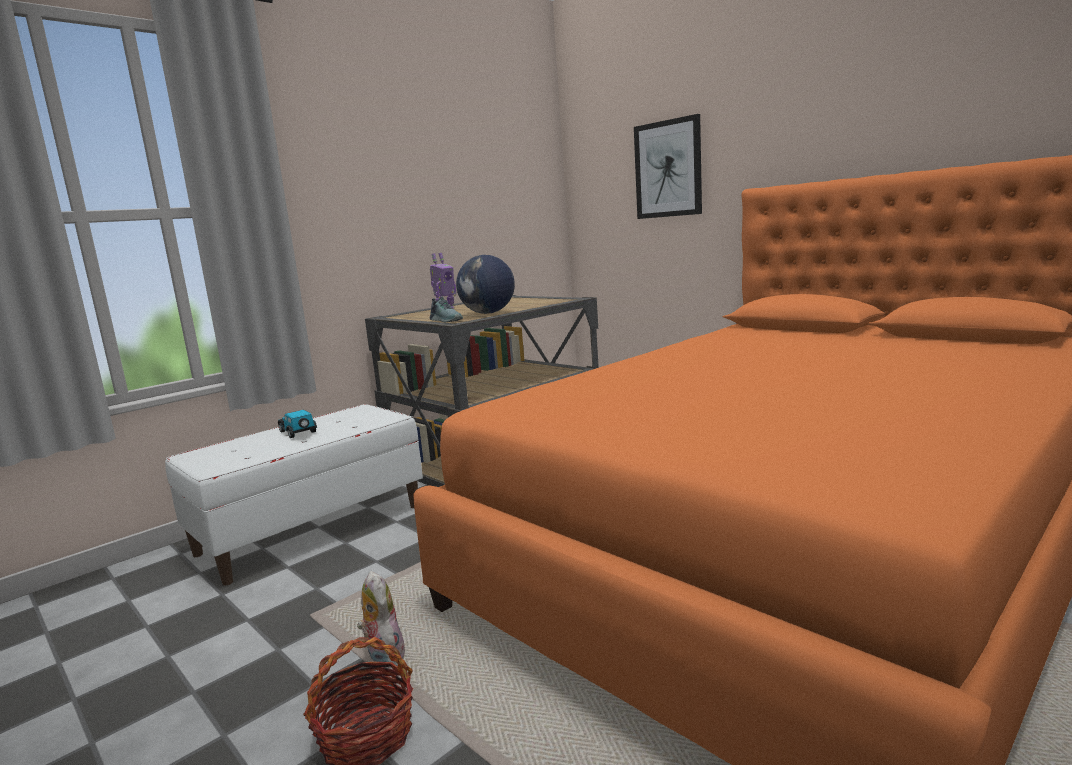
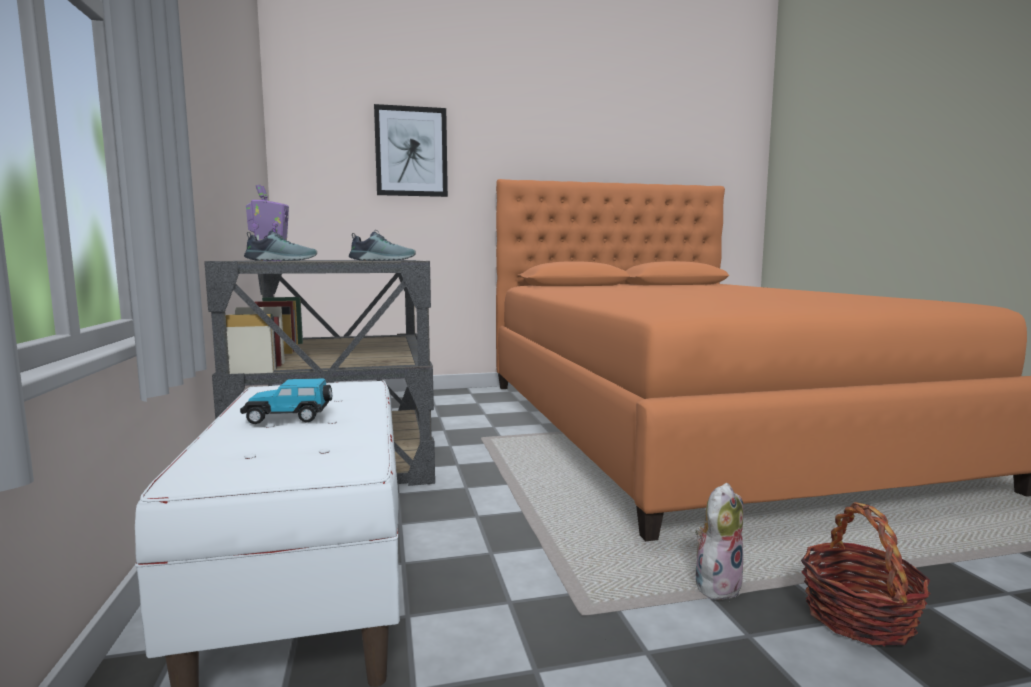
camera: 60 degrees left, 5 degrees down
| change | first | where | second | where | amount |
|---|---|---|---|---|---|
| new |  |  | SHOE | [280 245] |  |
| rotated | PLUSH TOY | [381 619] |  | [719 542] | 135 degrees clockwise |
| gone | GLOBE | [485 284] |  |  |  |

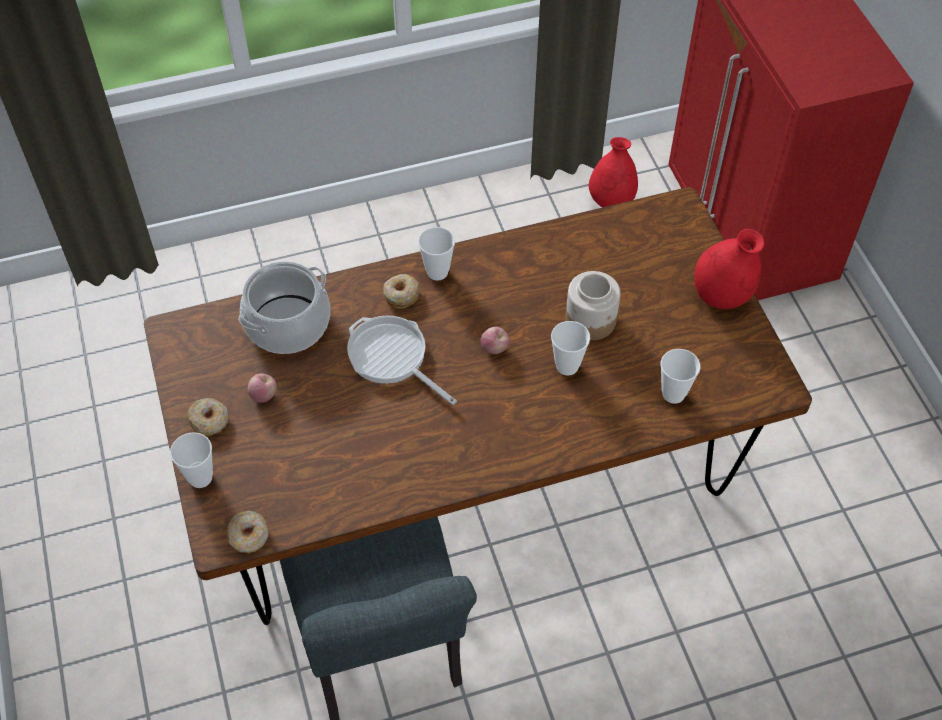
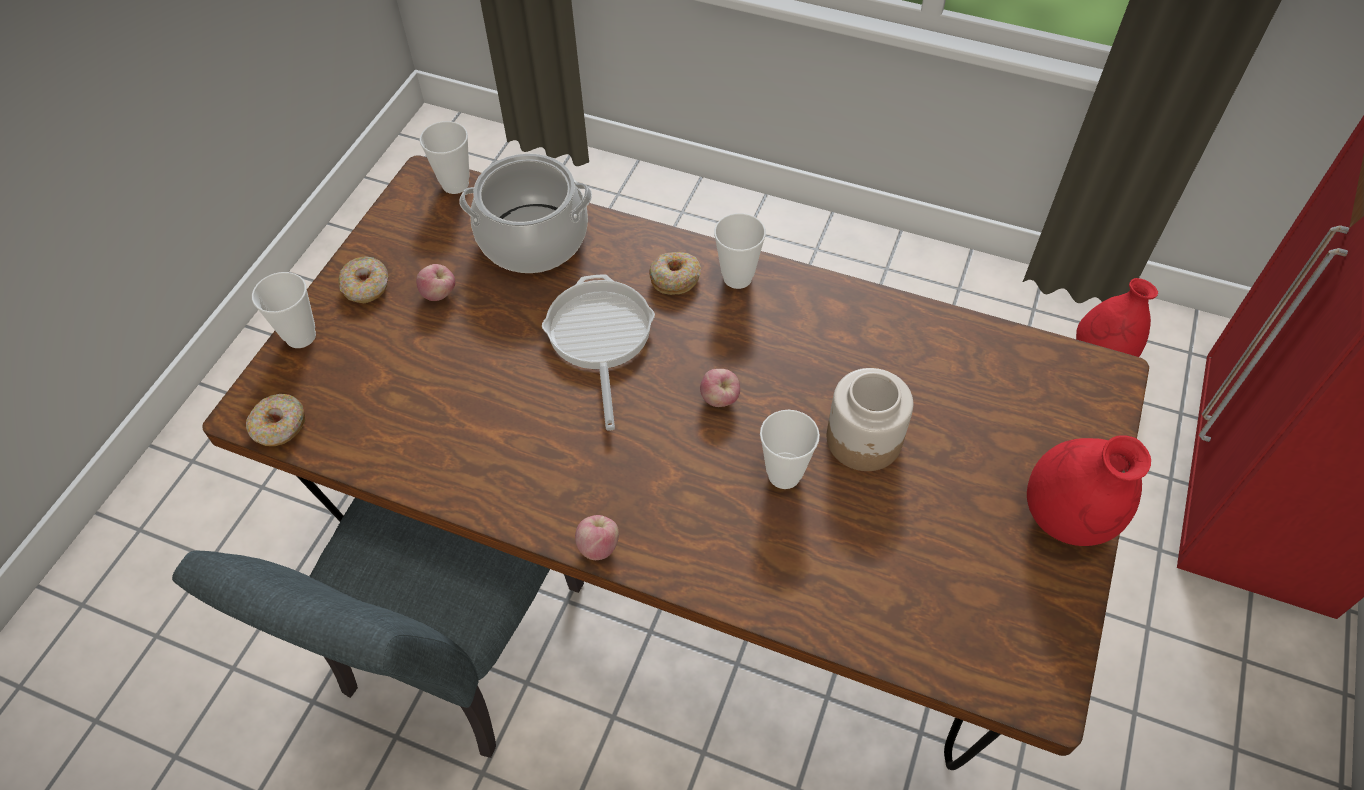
camera: 40 degrees right, 0 degrees up
| change | first | where | second | where | amount |
|---|---|---|---|---|---|
| shifted | CUP | [680 376] |  | [445 157] |  |
| new |  |  | APPLE | [597 537] |  |

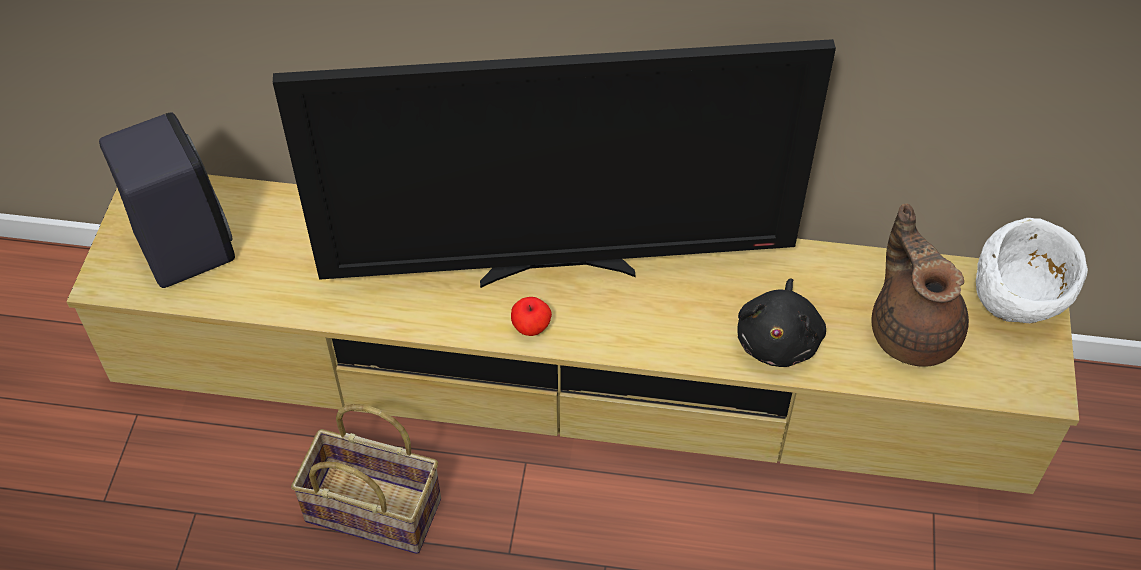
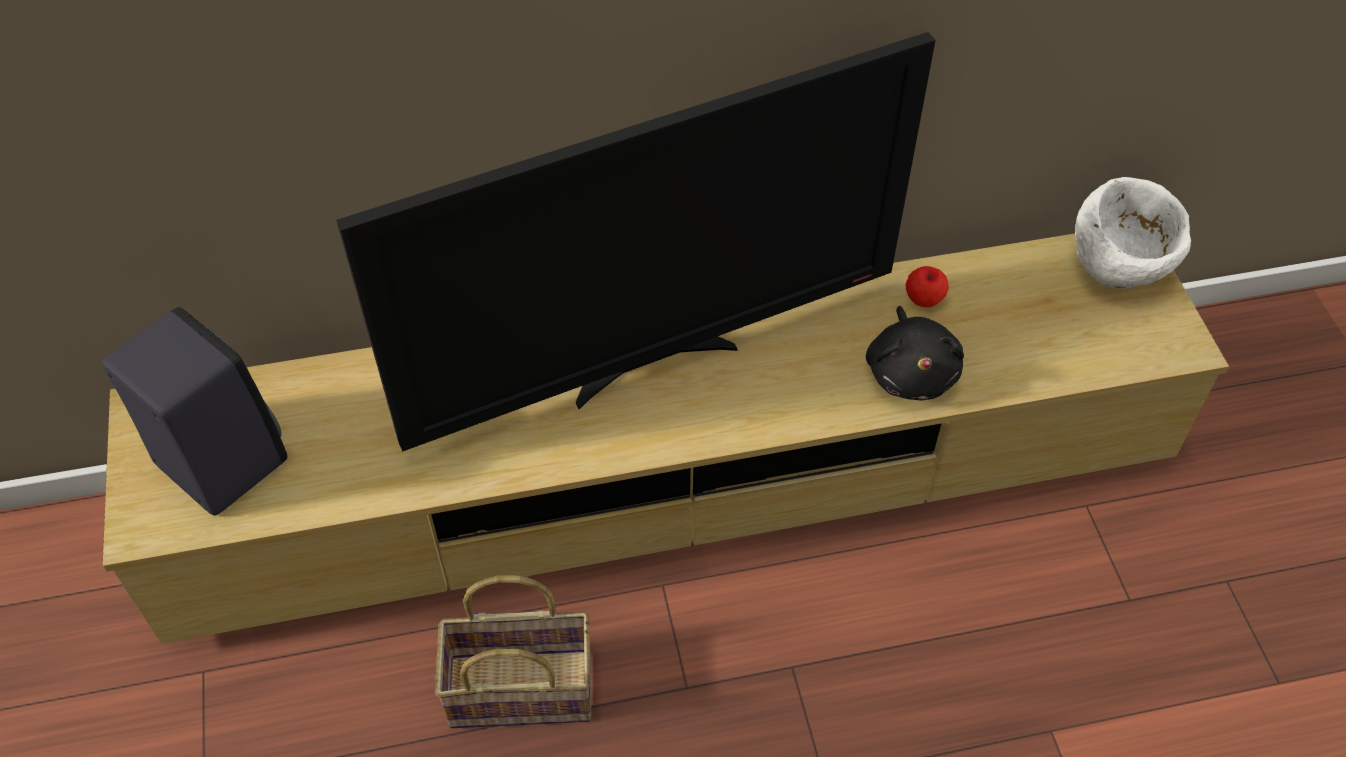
camera: 20 degrees left, 0 degrees up
| change | first | where | second | where | amount |
|---|---|---|---|---|---|
| shifted | APPLE | [531 316] |  | [927 286] |  |
| gone | BROWN TEAPOT | [920 285] |  |  |  |

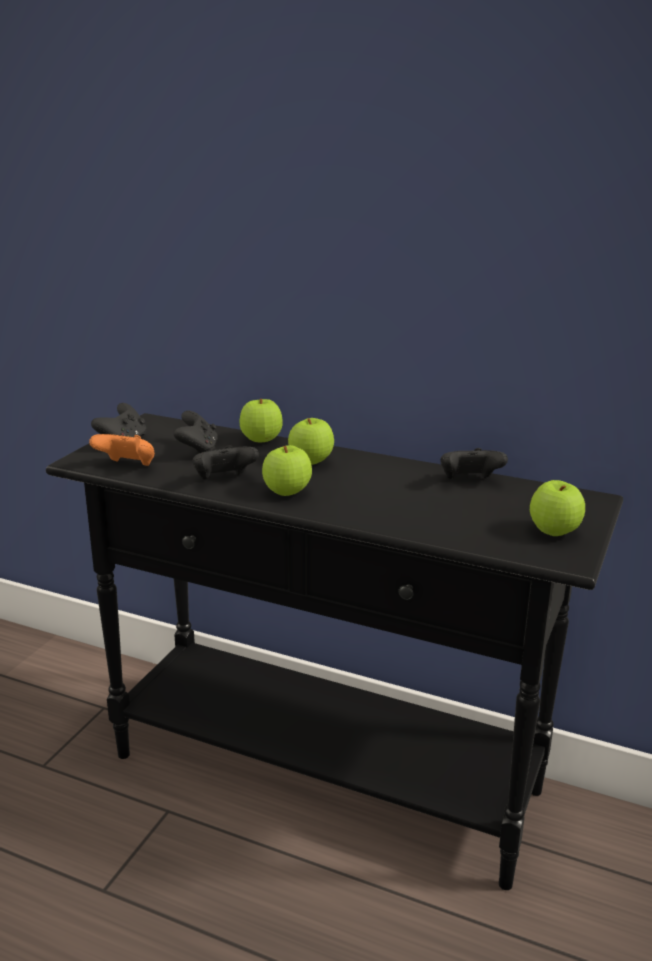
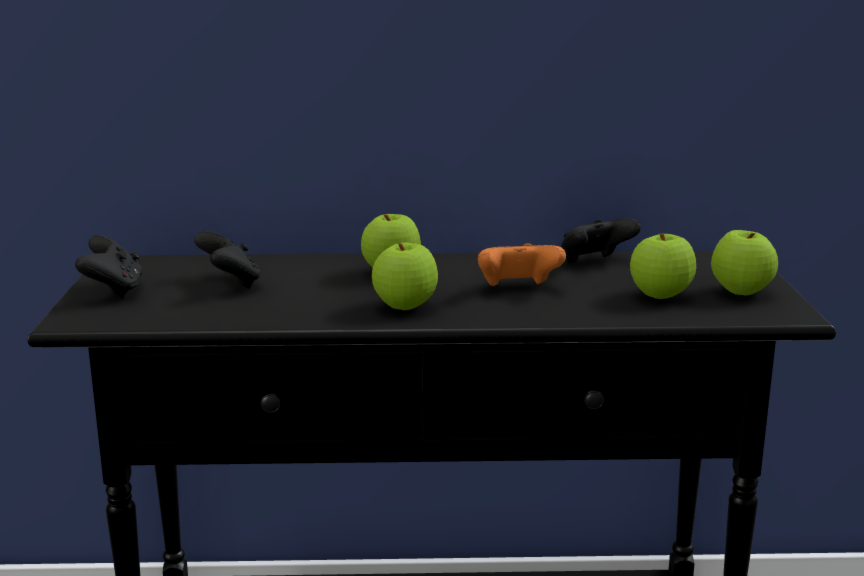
camera: 25 degrees left, 5 degrees down
| change | first | where | second | where | amount |
|---|---|---|---|---|---|
| shifted | ORANGE GAME CONTROLLER | [122 450] |  | [522 264] |  |
| shifted | APPLE | [261 420] |  | [663 266] |  |
| gone | BLACK GAME CONTROLLER | [226 462] |  |  |  |

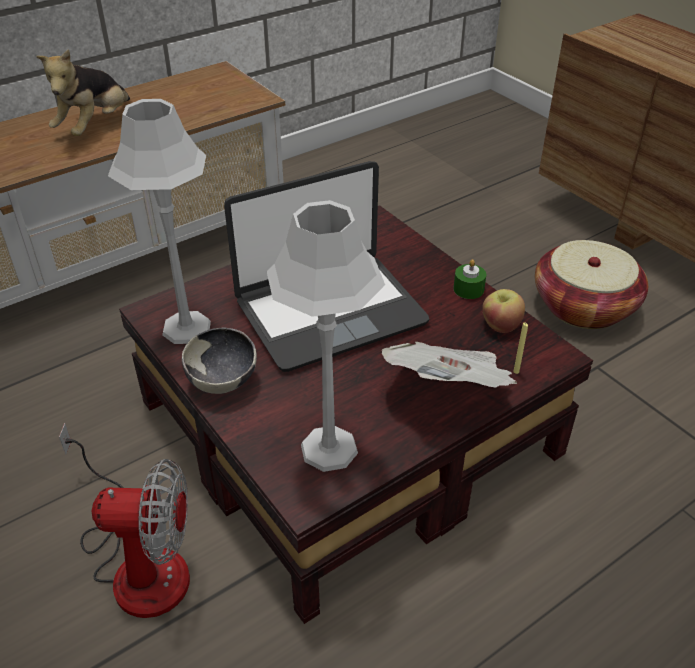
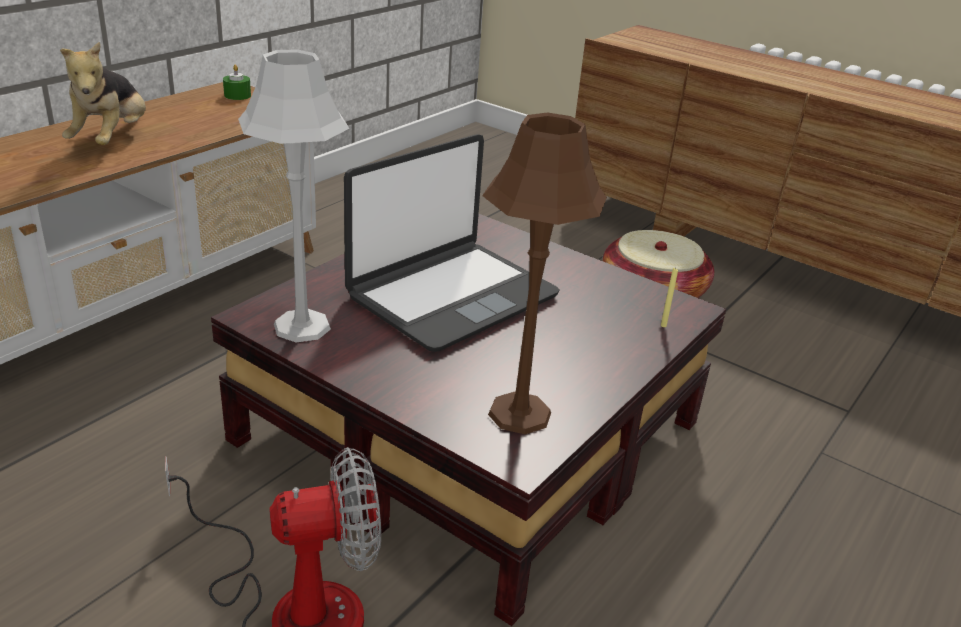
camera: 20 degrees left, 10 degrees down
| change | first | where | second | where | amount |
|---|---|---|---|---|---|
| shifted | GREEN CANDLE | [469 279] |  | [237 82] |  |
| repainted | GREY TABLE LAMP | [325 336] | BROWN TABLE LAMP | [544 273] |  |
| gone | BOWL | [219 360] |  |  |  |
| gone | NEWSPAPER | [449 364] |  |  |  |
| gone | APPLE | [503 311] |  |  |  |

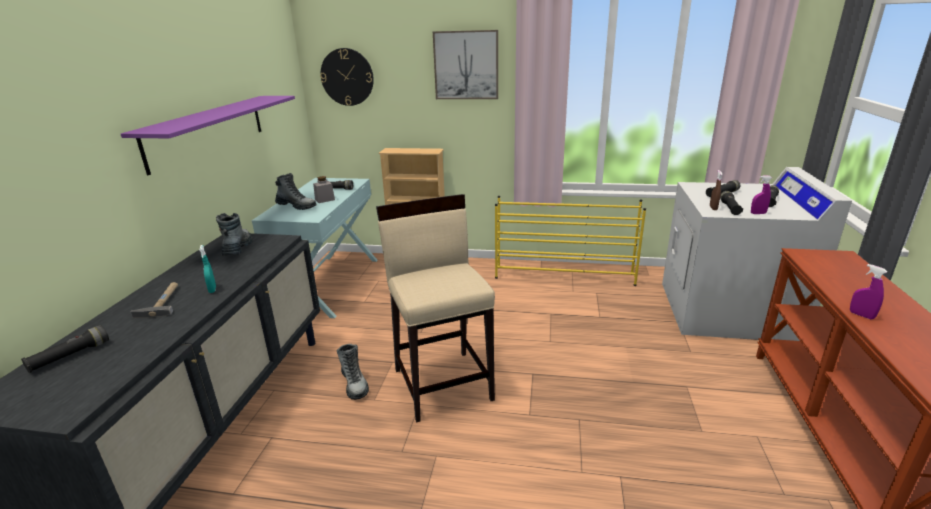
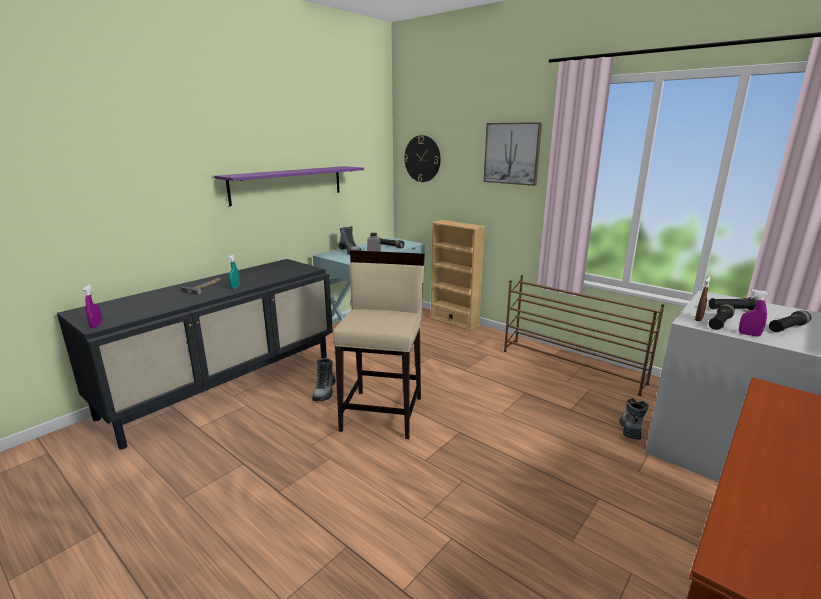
camera: 30 degrees right, 5 degrees down
| change | first | where | second | where | amount |
|---|---|---|---|---|---|
| shifted | PURPLE SPRAY BOTTLE | [868 292] |  | [92 306] |  |
| repainted | YELLOW SHOE RACK | [570 241] | BROWN SHOE RACK | [584 335] |  |
| shifted | BOOT | [234 234] |  | [634 419] |  |
| gone | BLACK FLASHLIGHT | [65 349] |  |  |  |

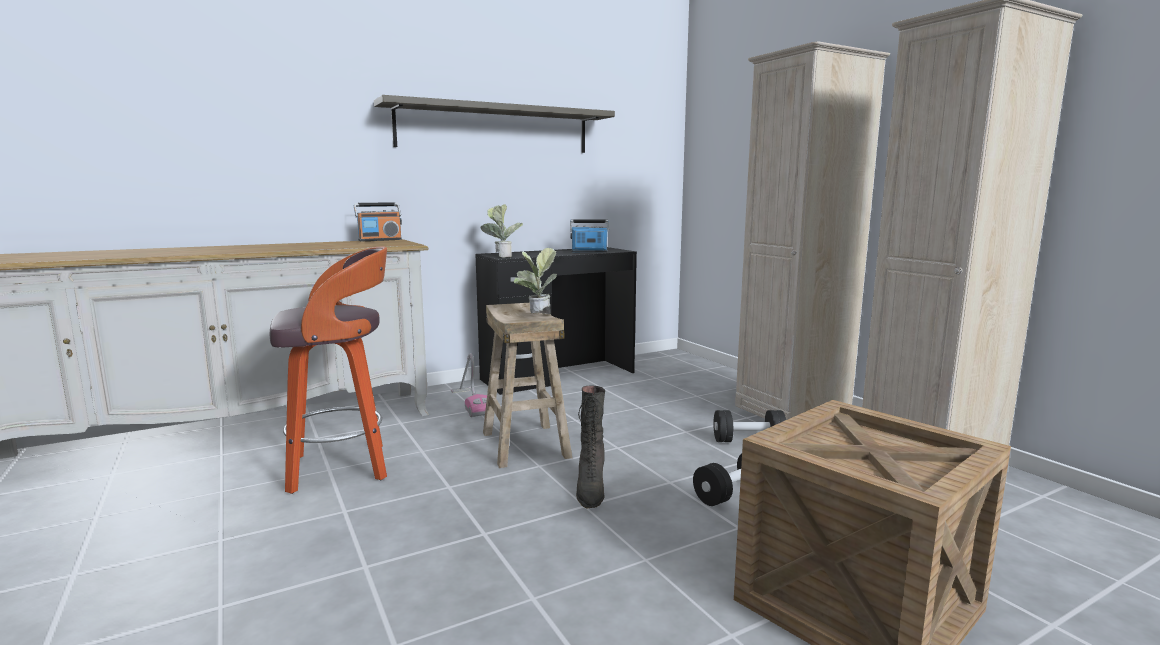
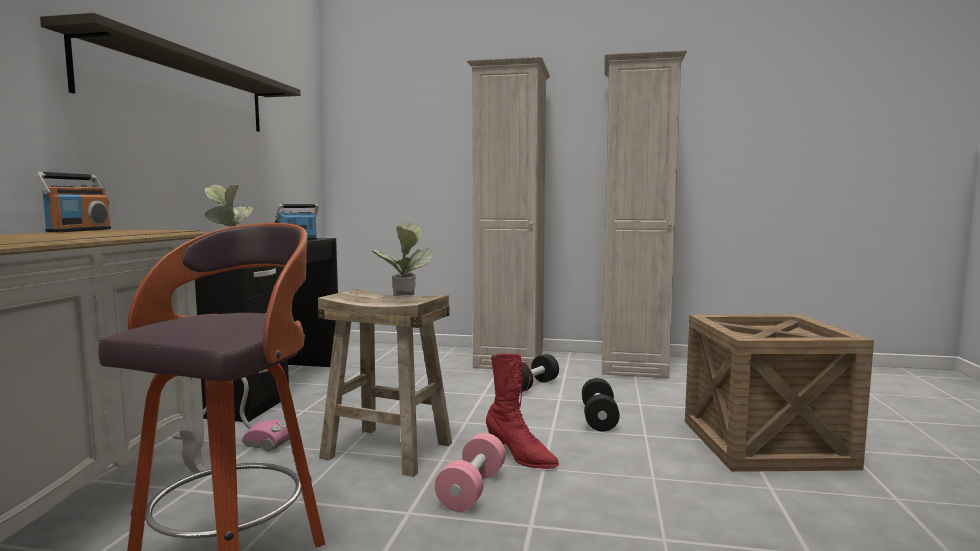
camera: 50 degrees left, 5 degrees down
| change | first | where | second | where | amount |
|---|---|---|---|---|---|
| new |  |  | PINK DUMBBELL | [470 472] |  |
| repainted | BLACK BOOT | [590 446] | RED BOOT | [522 411] |  |

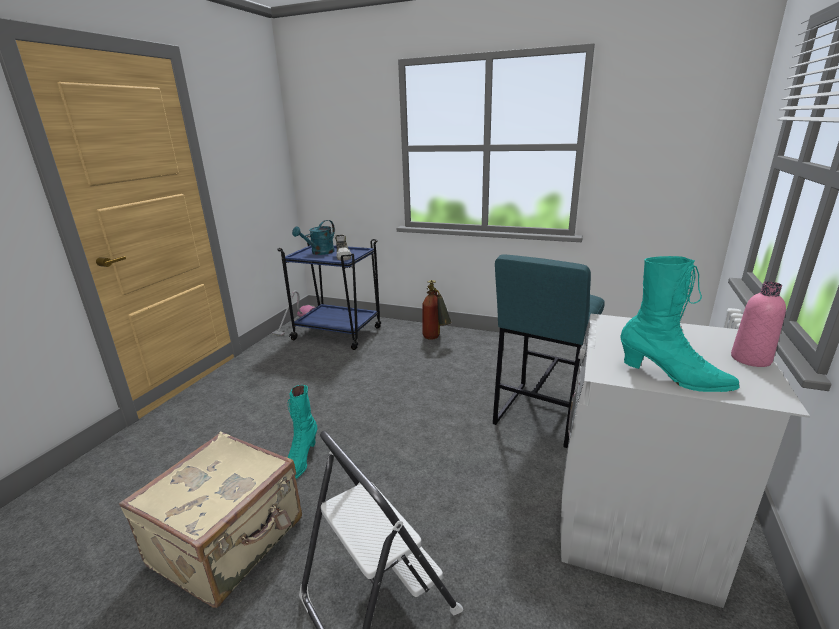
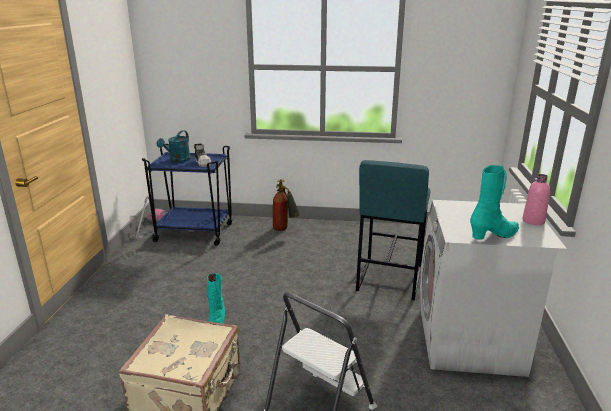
camera: 15 degrees left, 0 degrees up
| change | first | where | second | where | amount |
|---|---|---|---|---|---|
| rotated | TURQUOISE BOOT | [680 324] |  | [494 202] | 45 degrees counterclockwise |

